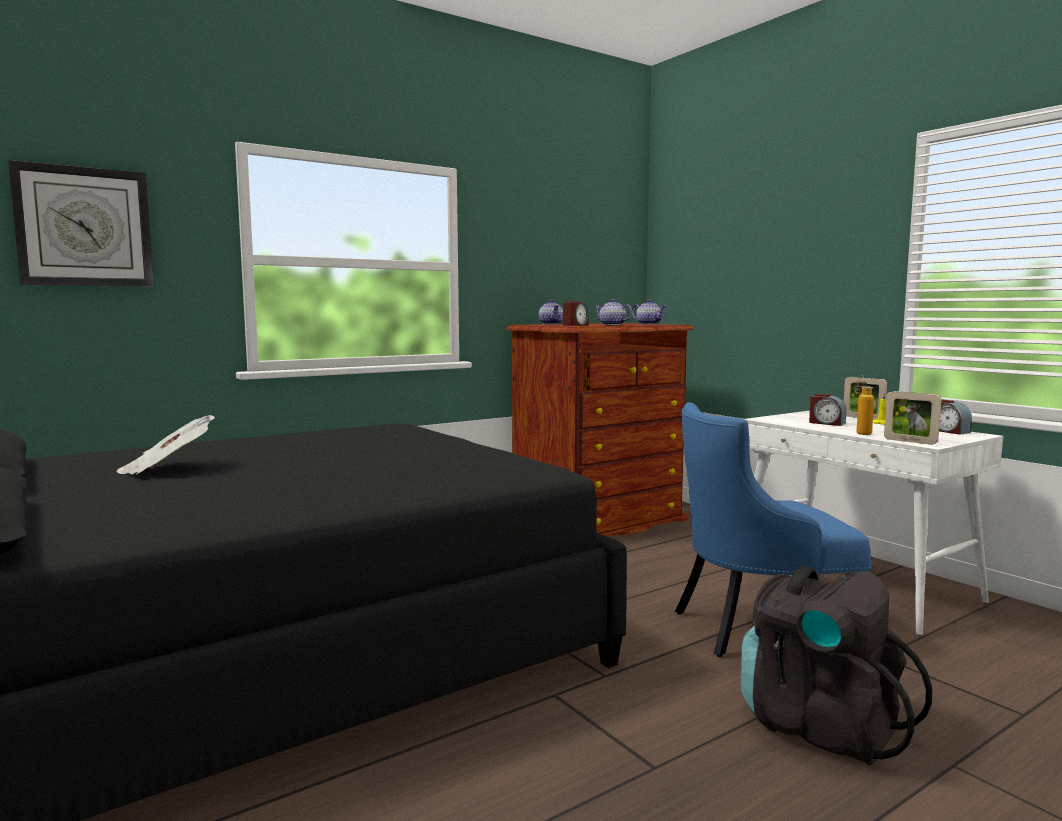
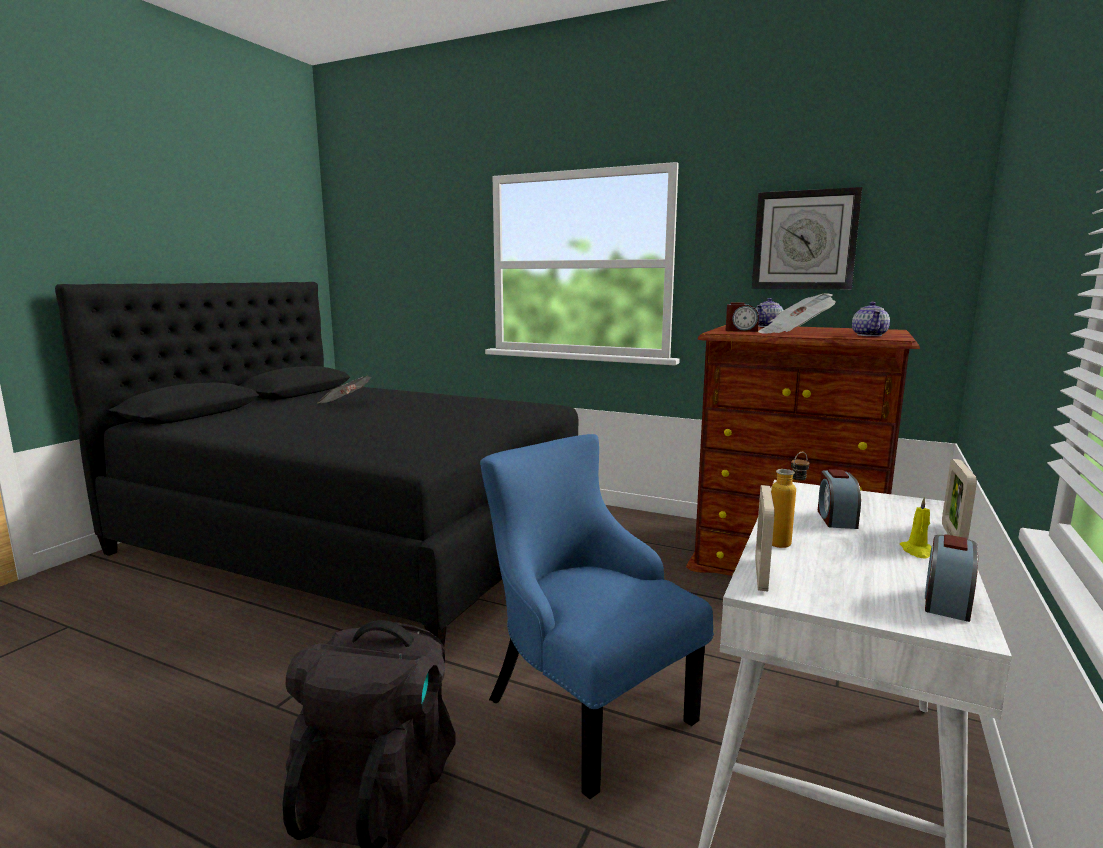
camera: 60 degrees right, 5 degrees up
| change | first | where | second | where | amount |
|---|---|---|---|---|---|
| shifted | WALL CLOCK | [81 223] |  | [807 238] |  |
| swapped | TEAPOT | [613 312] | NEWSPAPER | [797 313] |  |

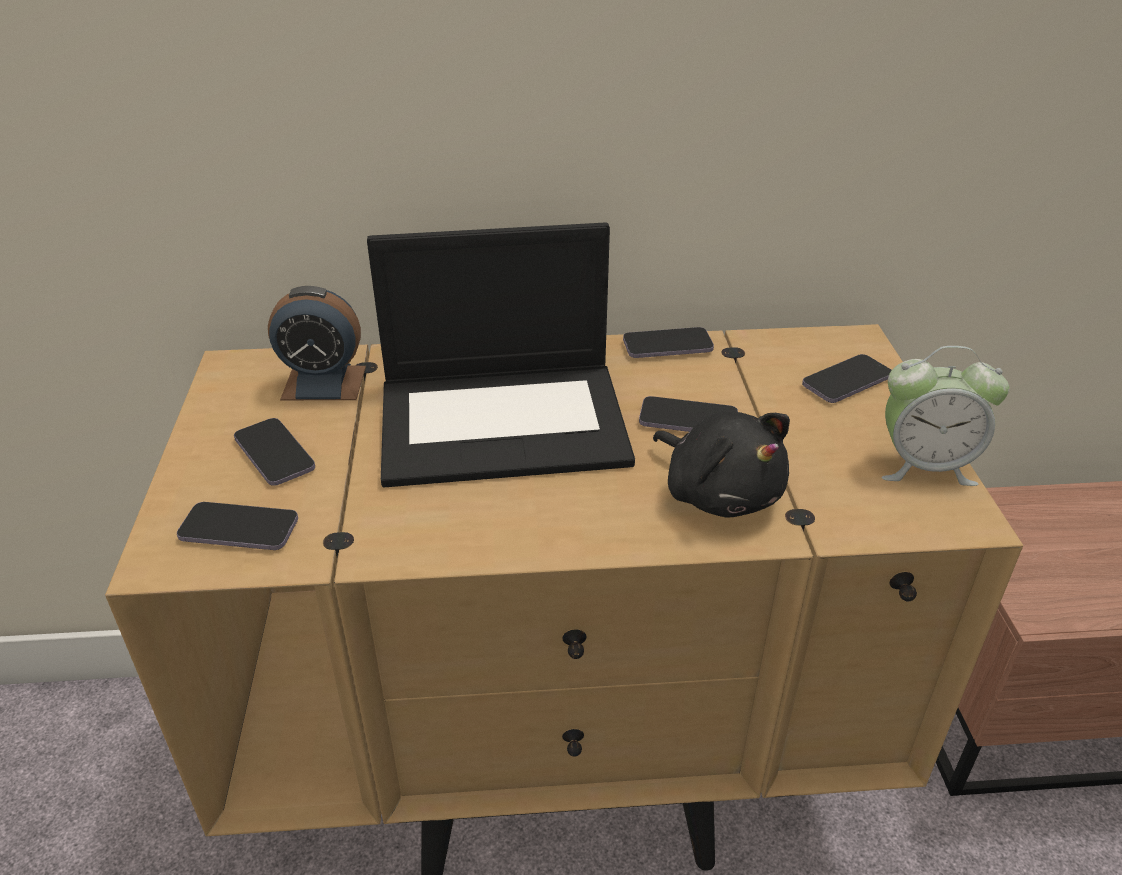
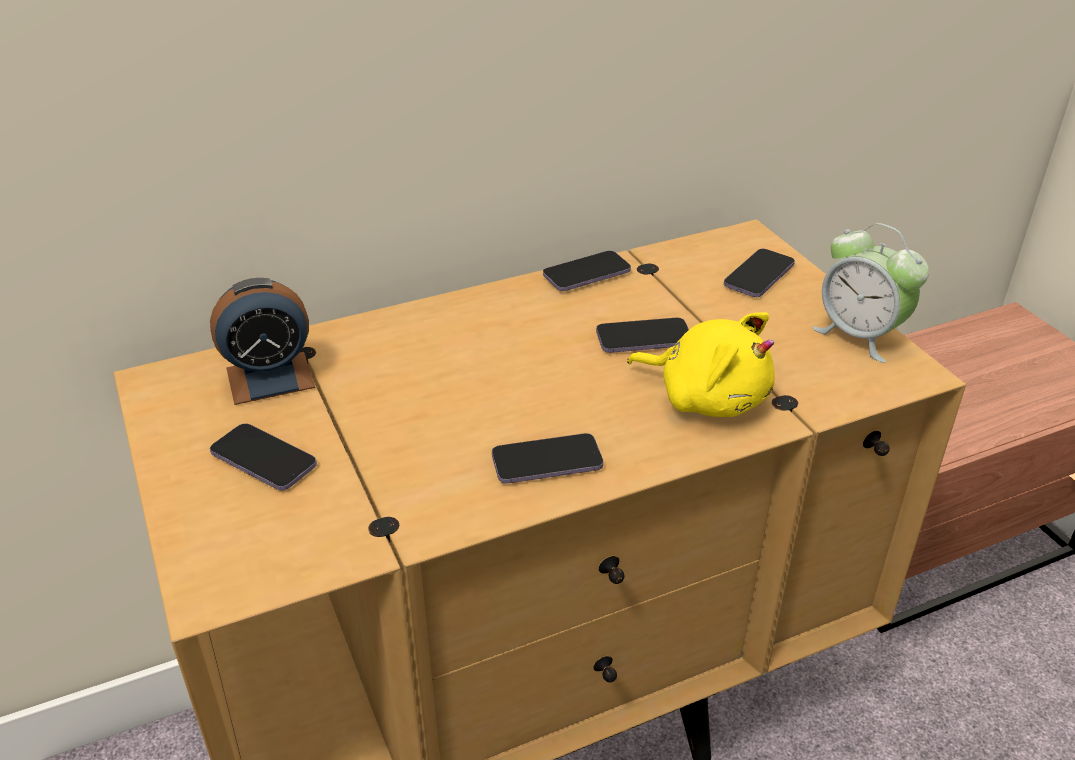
camera: 20 degrees left, 0 degrees up
| change | first | where | second | where | amount |
|---|---|---|---|---|---|
| shifted | PHONE | [237 526] |  | [547 458] |  |
| repainted | BLACK PLUSH TOY | [721 464] | YELLOW PLUSH TOY | [701 364] |  |
| rotated | ALARM CLOCK | [945 416] |  | [870 293] | 60 degrees clockwise |
| gone | LAPTOP | [501 354] |  |  |  |

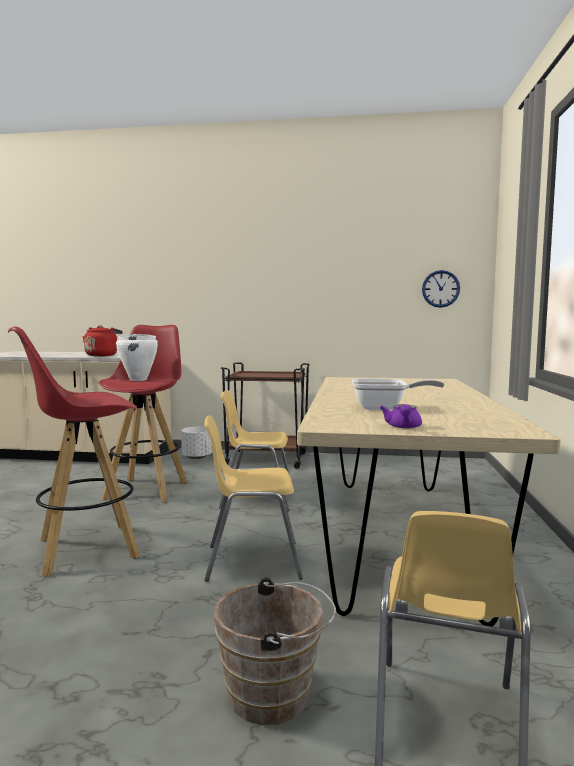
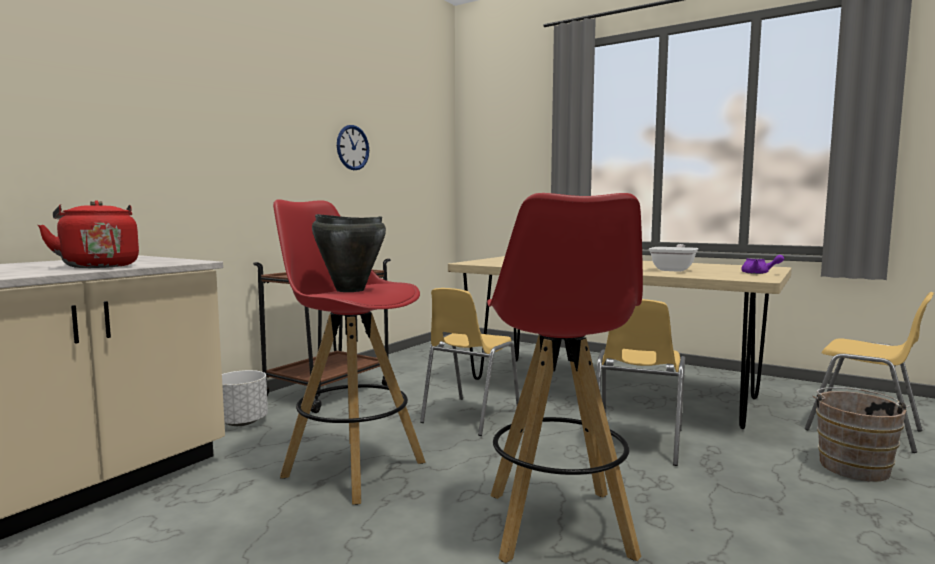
camera: 65 degrees left, 0 degrees up
| change | first | where | second | where | amount |
|---|---|---|---|---|---|
| repainted | WHITE COOKING POT | [137 357] | BLACK COOKING POT | [349 253] |  |
| shifted | WALL CLOCK | [441 289] |  | [353 147] |  |

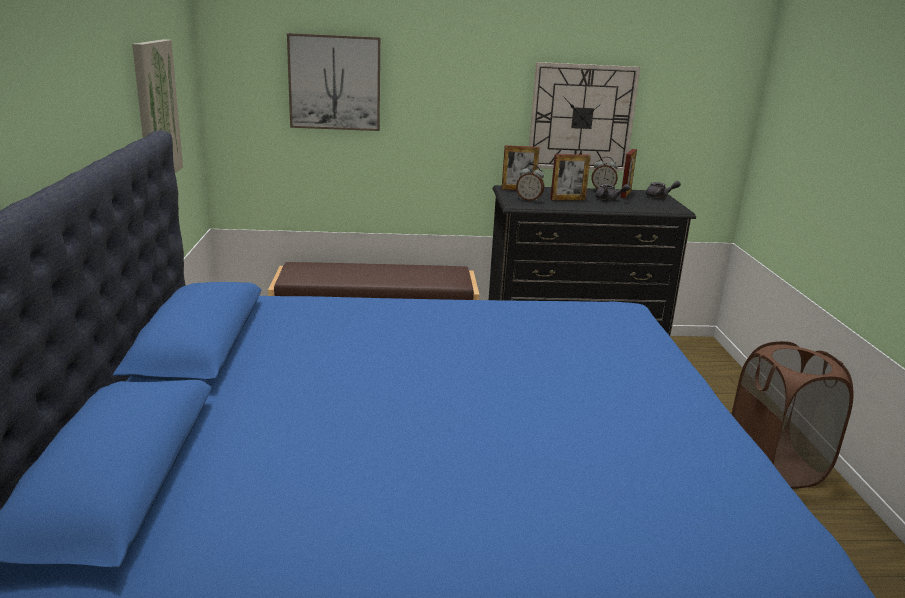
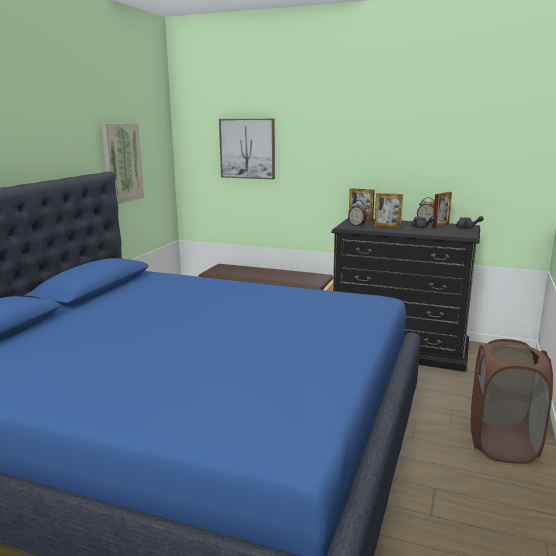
camera: 25 degrees right, 5 degrees down
| change | first | where | second | where | amount |
|---|---|---|---|---|---|
| gone | WALL CLOCK | [585 116] |  |  |  |

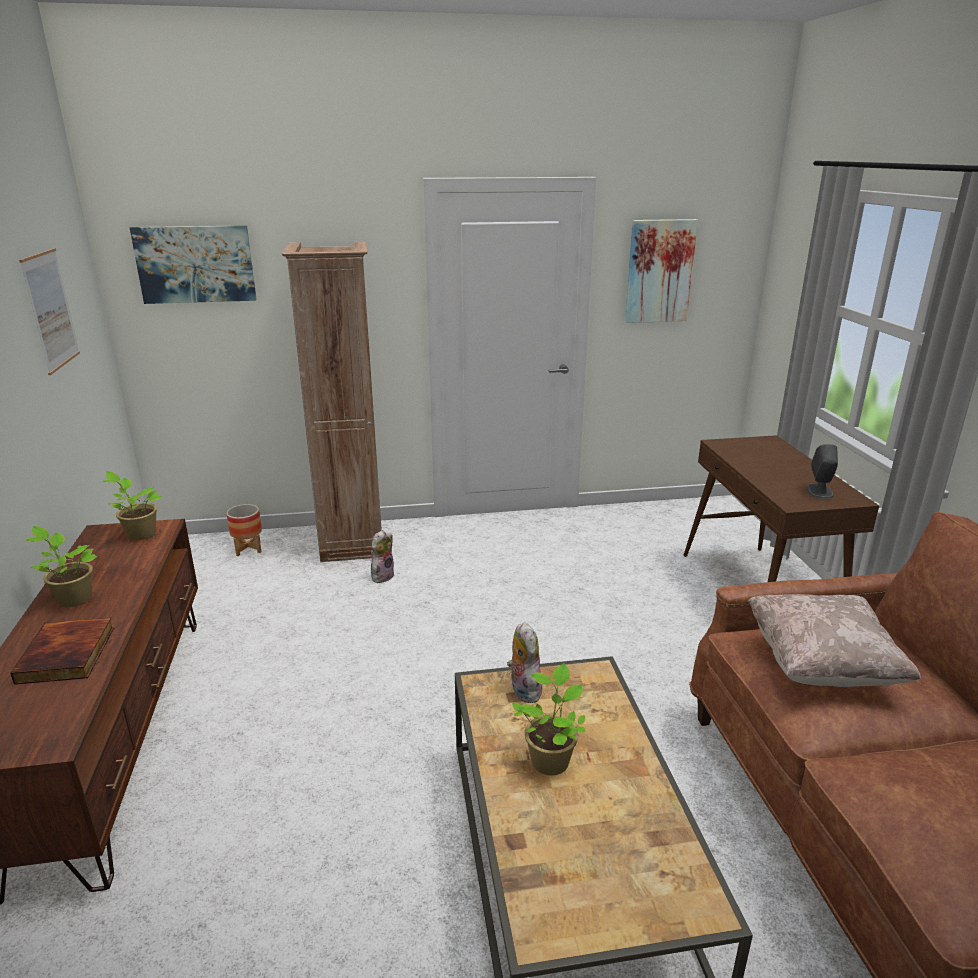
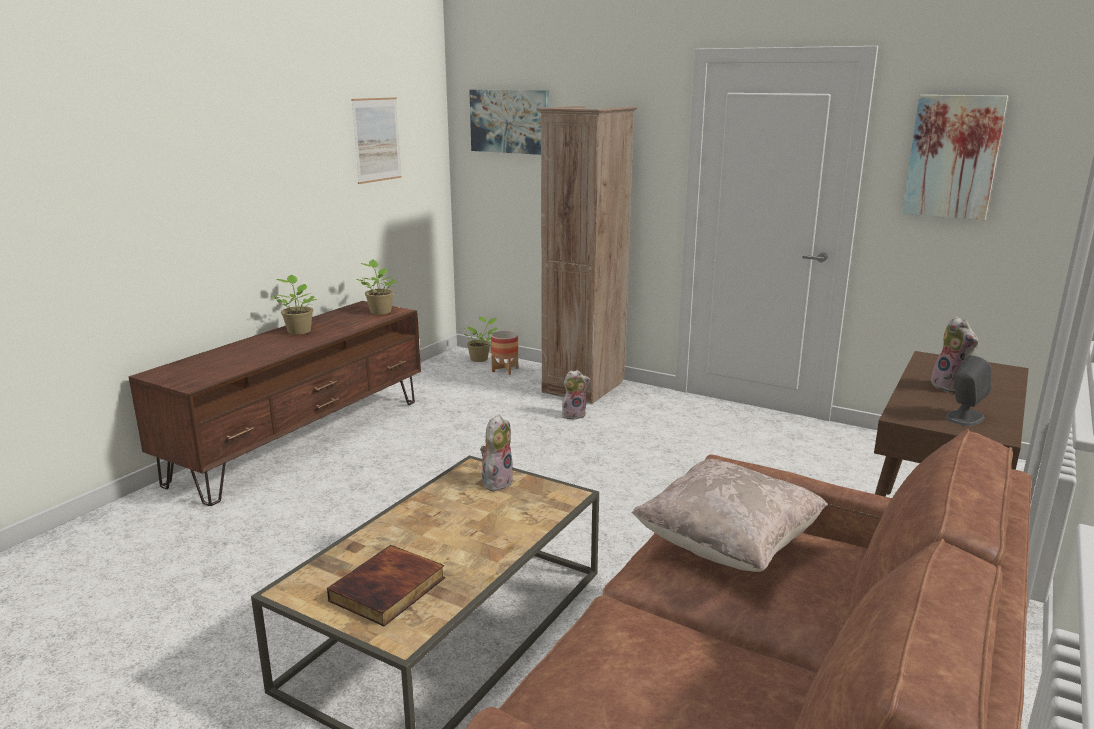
camera: 40 degrees right, 5 degrees down
| change | first | where | second | where | amount |
|---|---|---|---|---|---|
| shifted | BOOK | [62 651] |  | [386 585] |  |
| shifted | POTTED PLANT | [549 719] |  | [481 339] |  |
| new |  |  | PLUSH TOY | [953 354] |  |

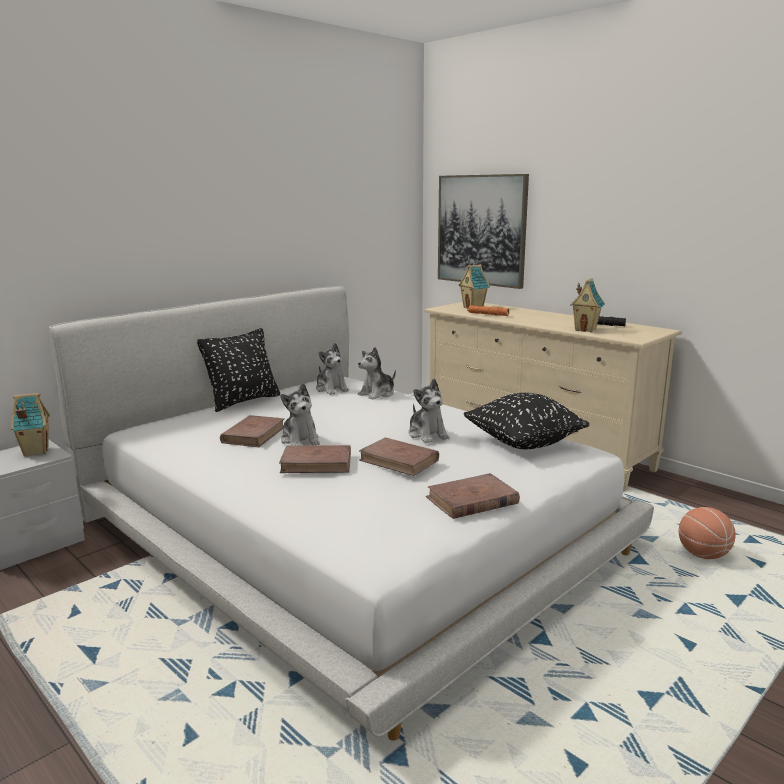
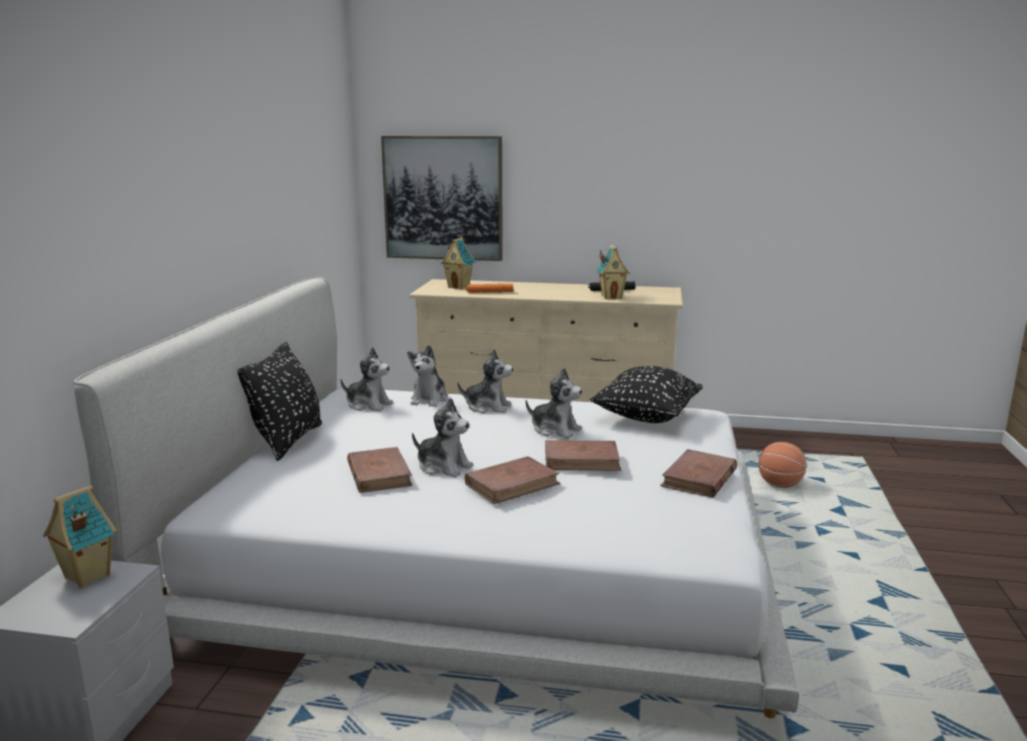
camera: 35 degrees left, 0 degrees up
| change | first | where | second | where | amount |
|---|---|---|---|---|---|
| new |  |  | PLUSH TOY | [485 381] |  |

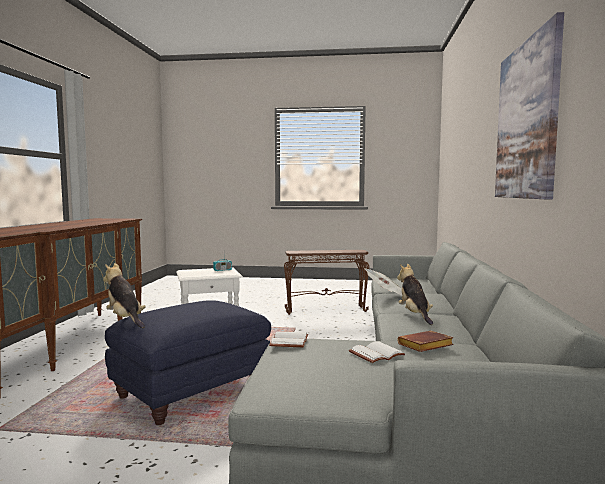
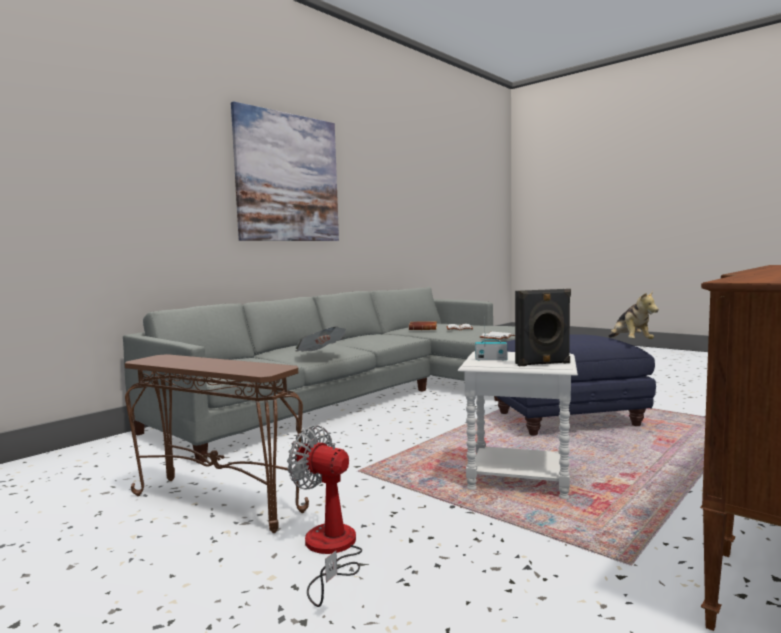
camera: 145 degrees left, 0 degrees up
| change | first | where | second | where | amount |
|---|---|---|---|---|---|
| new |  |  | FAN | [324 516] |  |
| new |  |  | BLACK SPEAKER | [543 327] |  |
| gone | PLUSH TOY | [415 294] |  |  |  |

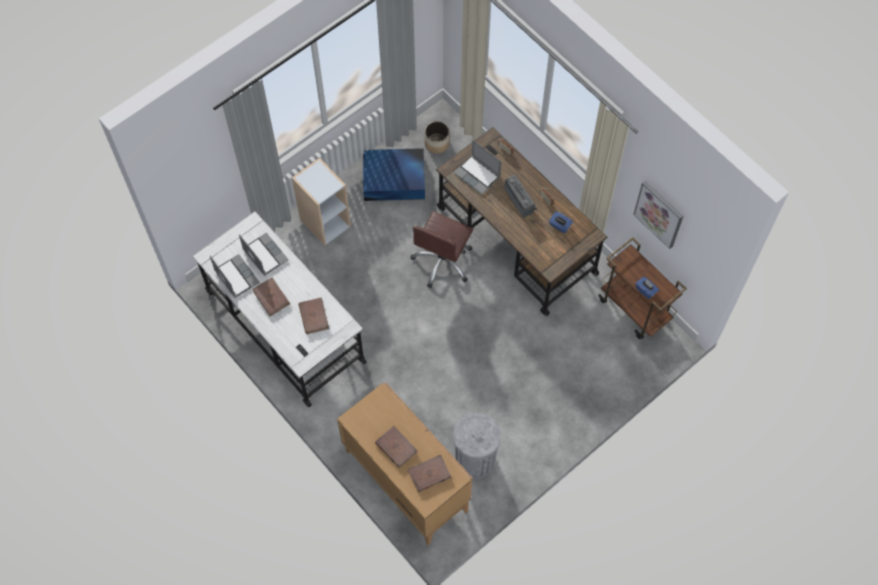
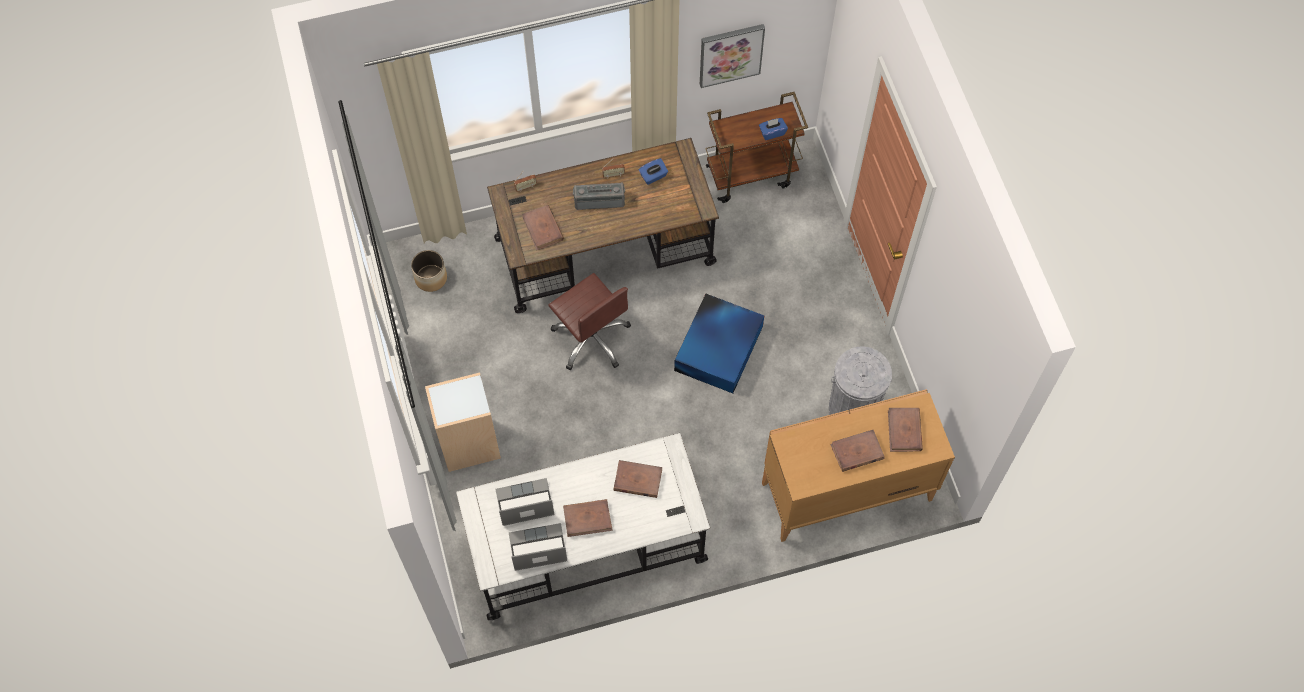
camera: 65 degrees left, 0 degrees up
| change | first | where | second | where | amount |
|---|---|---|---|---|---|
| swapped | LAPTOP | [477 167] | BROWN BOOK | [543 227] |  |
| shifted | BLUE STORAGE BOX | [394 174] |  | [719 343] |  |

